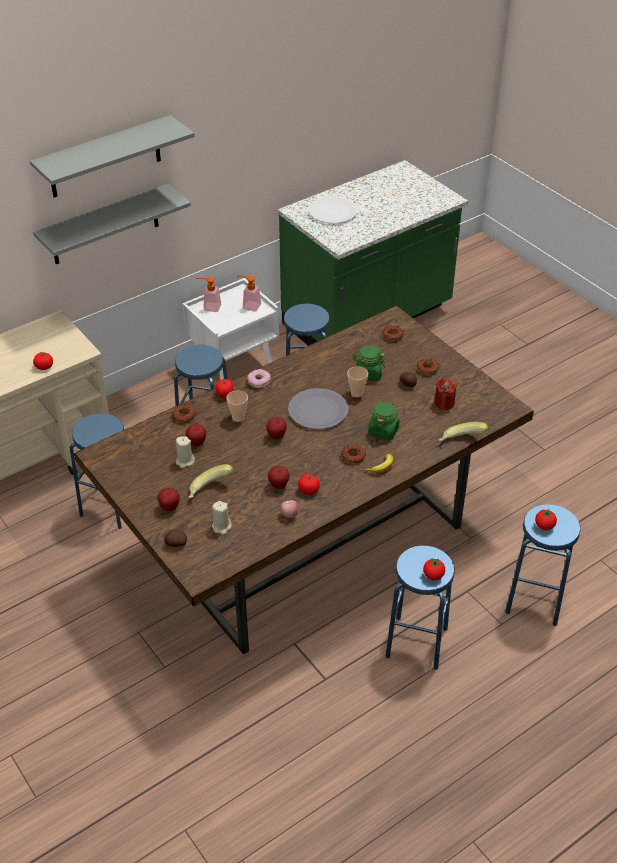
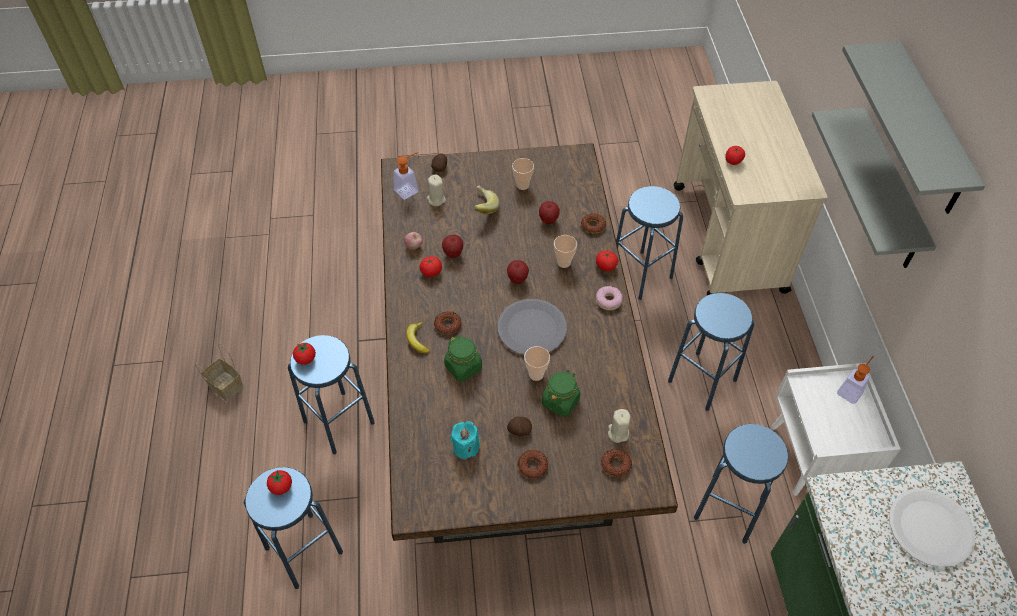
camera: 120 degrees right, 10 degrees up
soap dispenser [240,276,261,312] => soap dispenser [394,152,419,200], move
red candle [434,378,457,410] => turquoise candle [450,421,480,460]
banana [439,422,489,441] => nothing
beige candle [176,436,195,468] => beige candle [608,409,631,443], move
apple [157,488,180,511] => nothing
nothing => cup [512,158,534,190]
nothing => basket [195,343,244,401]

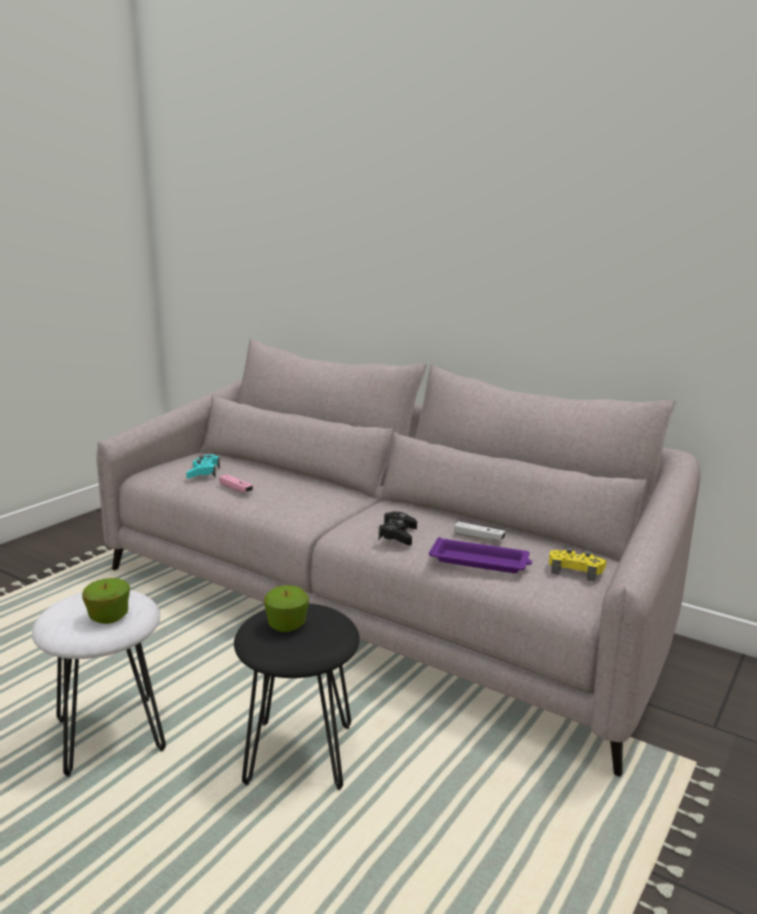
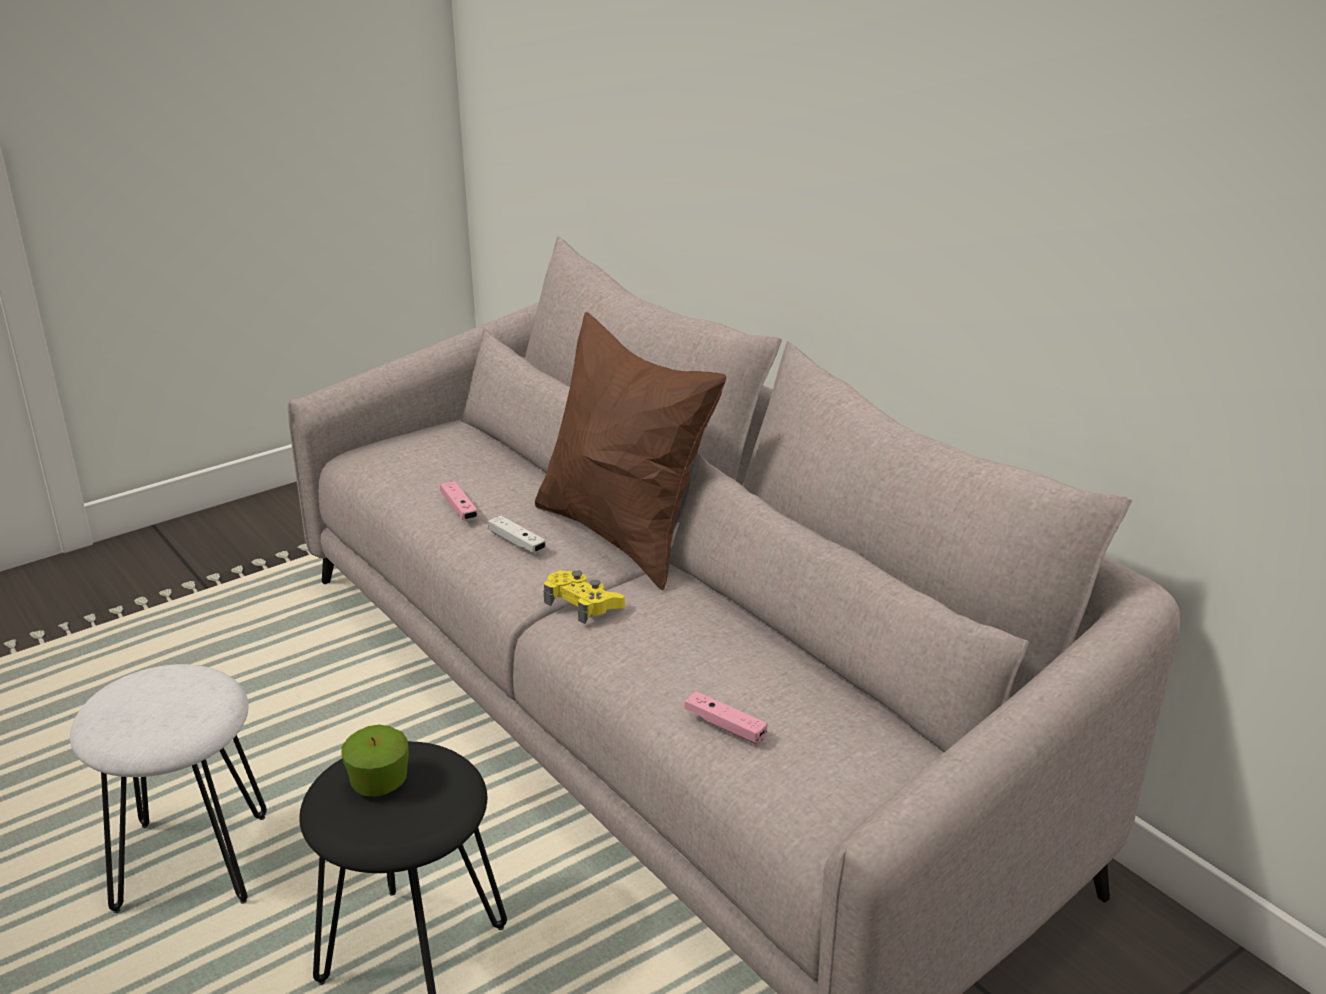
camera: 20 degrees right, 10 degrees up
turquoise game controller [186,455,220,479] => nothing
black game controller [378,511,417,546] => nothing
white game controller [454,522,505,541] => white game controller [488,515,546,553], move
purple tray [429,537,532,573] => pink game controller [685,691,767,744]
yellow game controller [549,547,607,582] => yellow game controller [544,570,625,624], move
apple [82,578,130,624] => nothing
nothing => brown pillow [535,312,726,590]

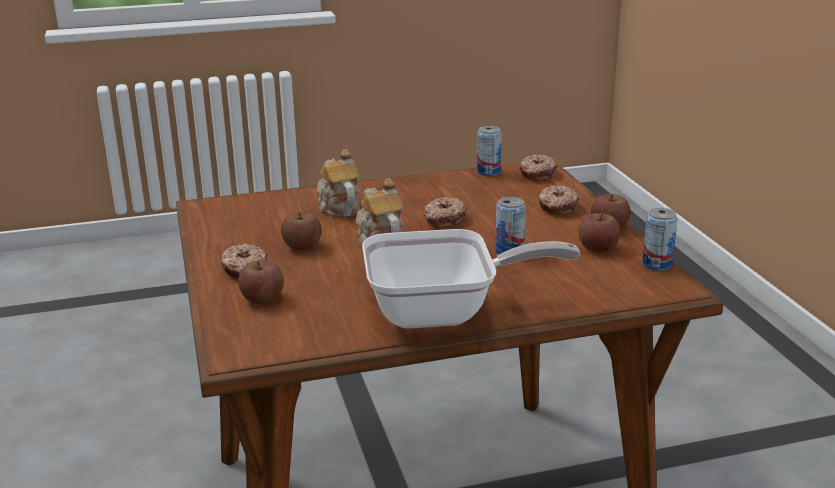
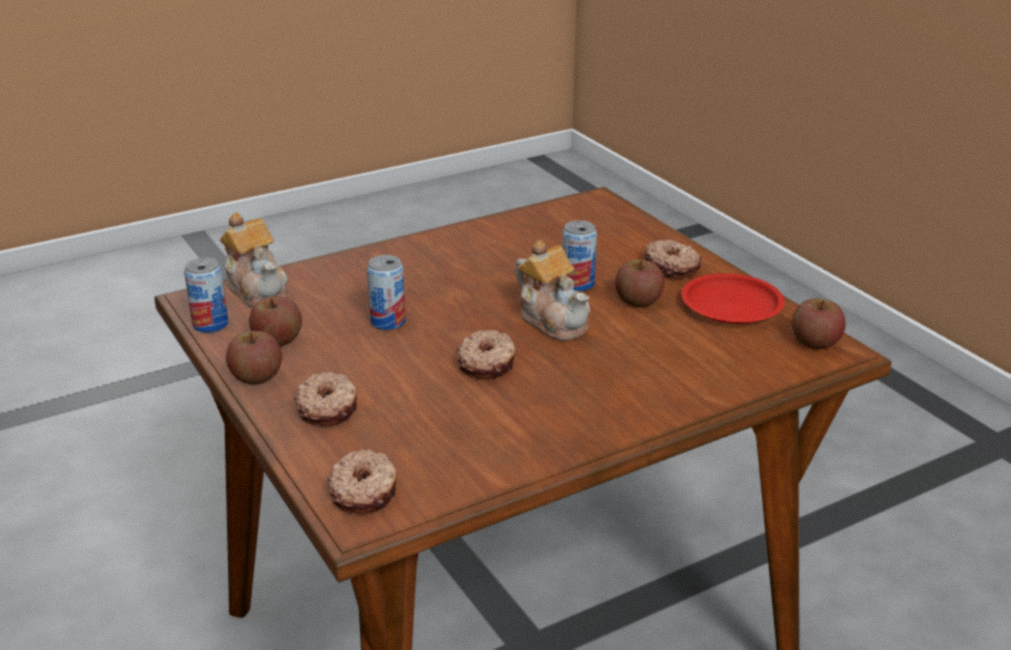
camera: 165 degrees right, 5 degrees up
can [477,126,502,176] => can [562,220,597,291], move
teapot [316,149,360,217] => teapot [220,212,288,307], move
frying pan [362,229,580,329] => nothing
apple [238,260,284,304] => apple [792,298,846,349], move
nothing => red plate [681,273,785,324]

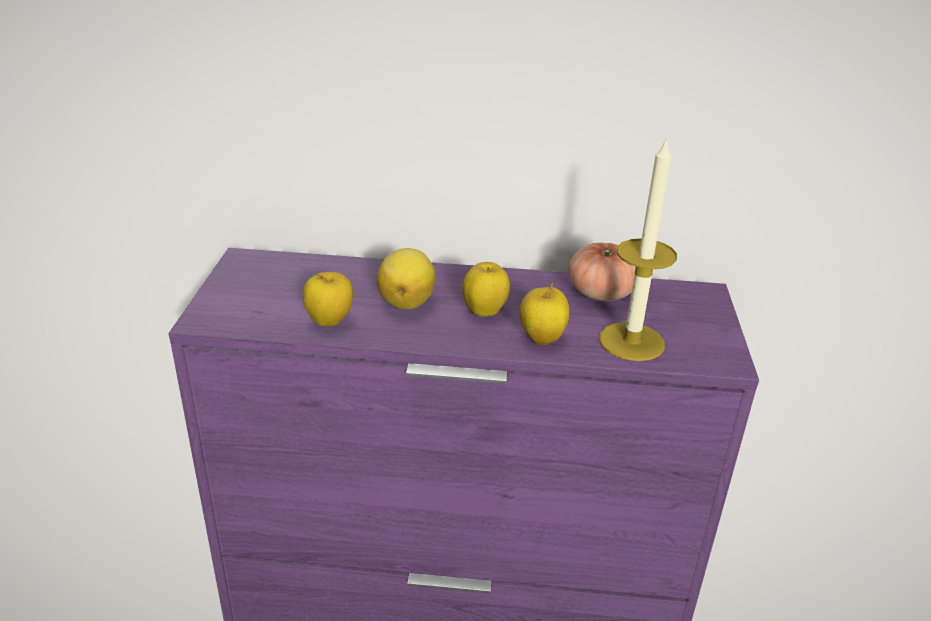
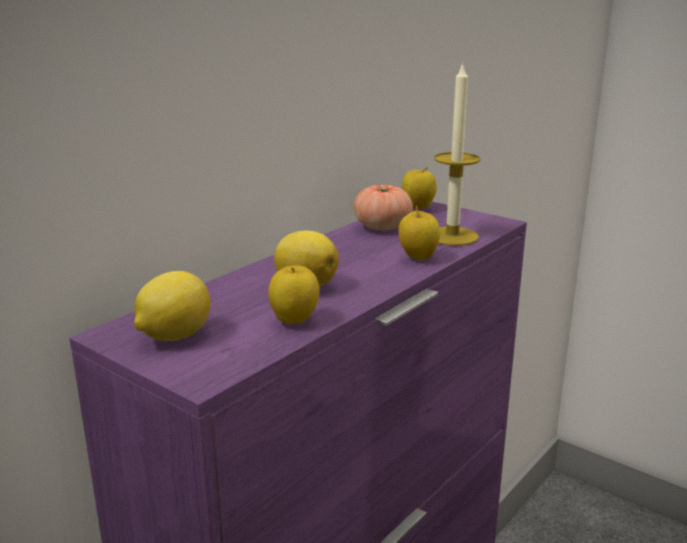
camera: 55 degrees left, 10 degrees down
apple [462,262,510,317] => apple [402,168,437,210], move
nothing => lemon [134,271,210,341]

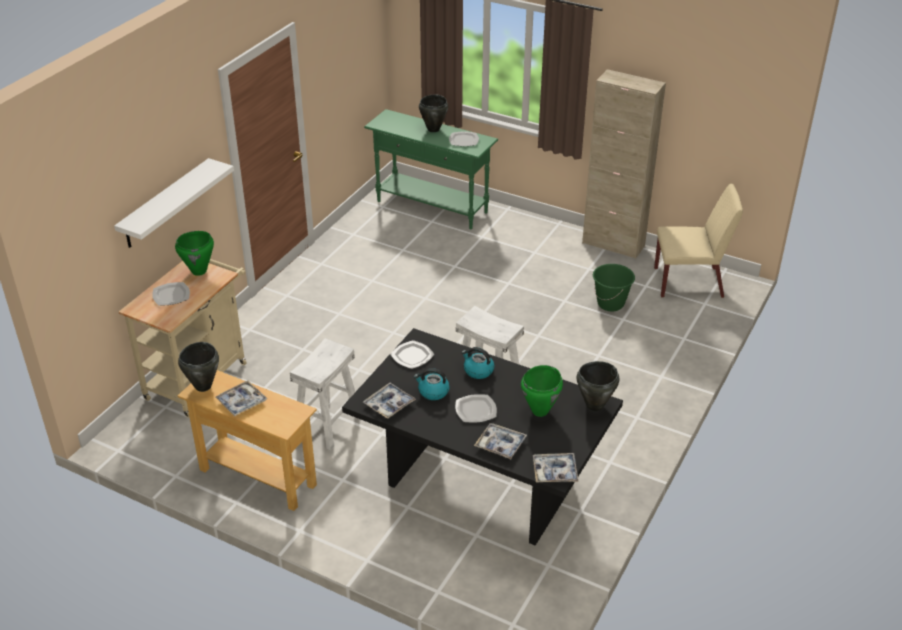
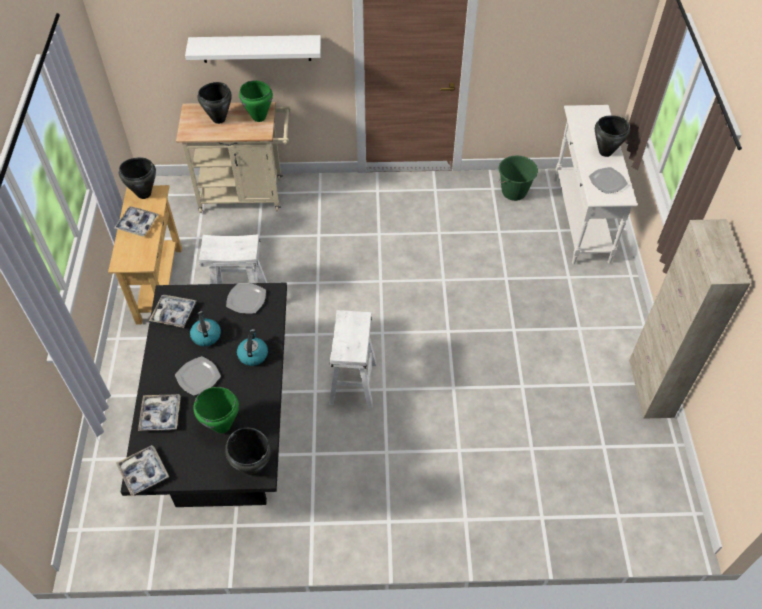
camera: 60 degrees right, 15 degrees up
green console table [364,109,498,229] => white console table [554,105,638,264]
beige chair [654,183,743,298] => nothing
green bucket [593,264,635,311] => green bucket [498,156,538,201], move
plate [152,282,190,306] => black cooking pot [198,82,232,124]

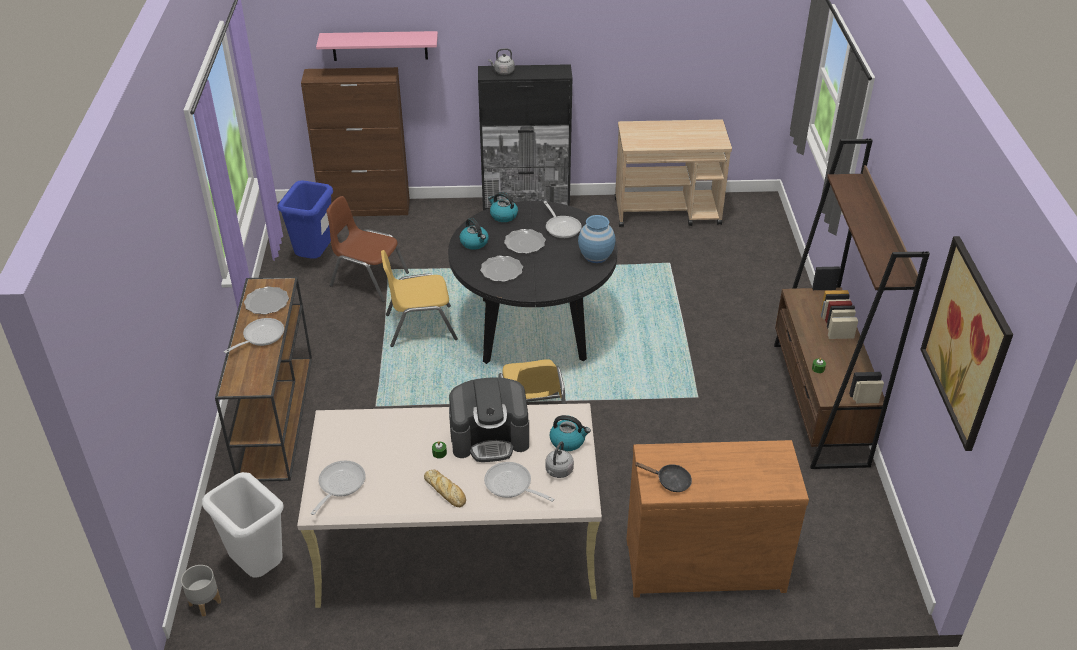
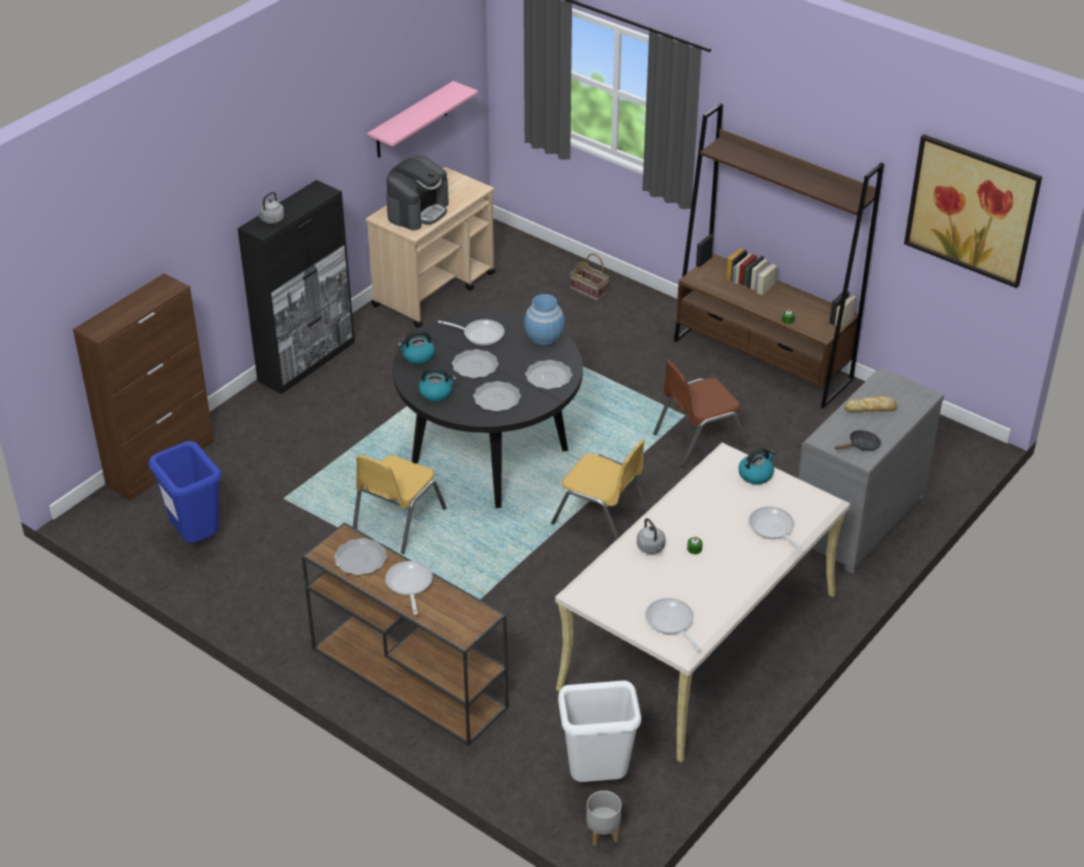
camera: 50 degrees left, 0 degrees up
pink shelf [316,31,438,61] => pink shelf [367,81,478,158], move
brown chair [327,196,409,302] => brown chair [653,360,747,467], move
coffee machine [449,377,529,462] => coffee machine [386,156,449,230], move
brown dresser [627,440,809,598] => grey dresser [798,367,944,574]
grey kettle [545,441,574,478] => grey kettle [637,518,665,554], move
frying pan [484,462,554,502] => frying pan [748,506,806,552], 75 degrees clockwise
bread [424,470,466,507] => bread [845,396,897,412], move
nothing => basket [570,253,609,302]
nothing => plate [525,360,573,389]

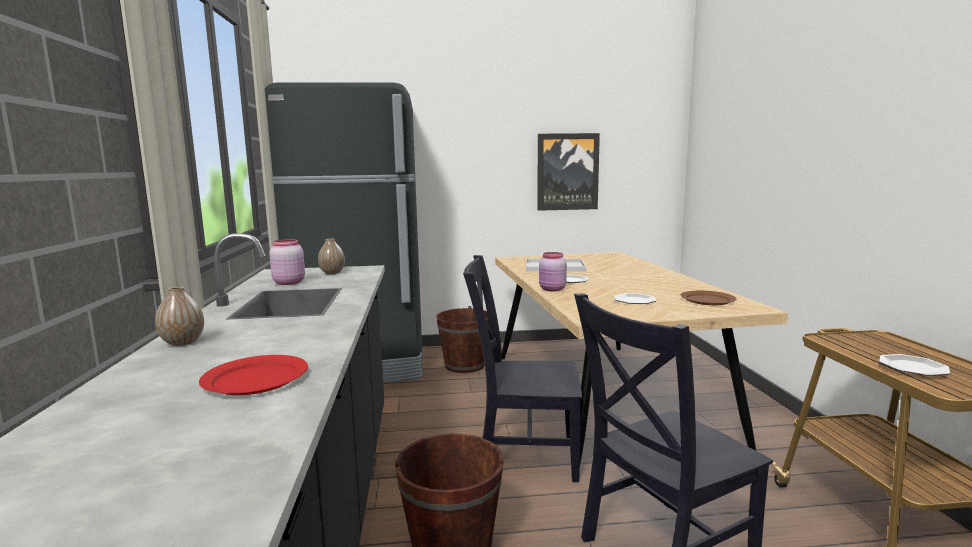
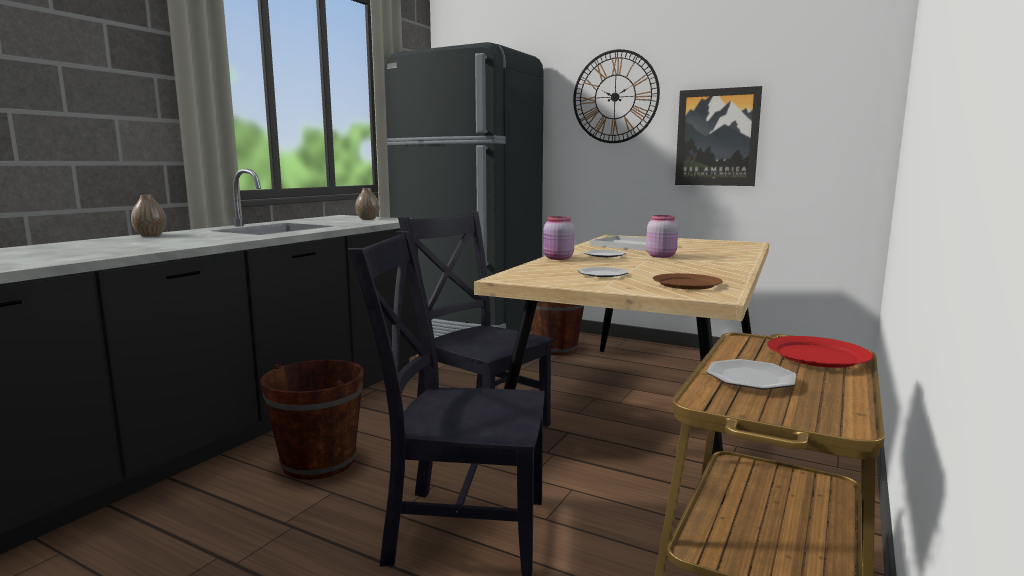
camera: 35 degrees right, 0 degrees up
pink jar [269,239,305,285] => pink jar [646,215,678,258], move
red plate [199,355,308,395] => red plate [767,336,873,368], move
nothing => wall clock [573,49,660,143]

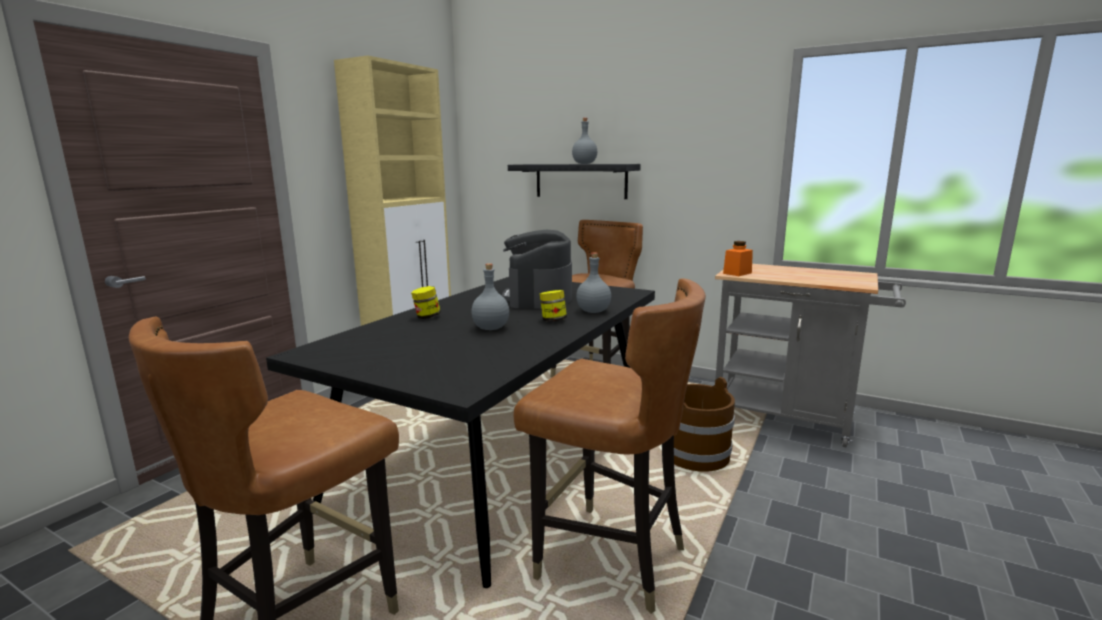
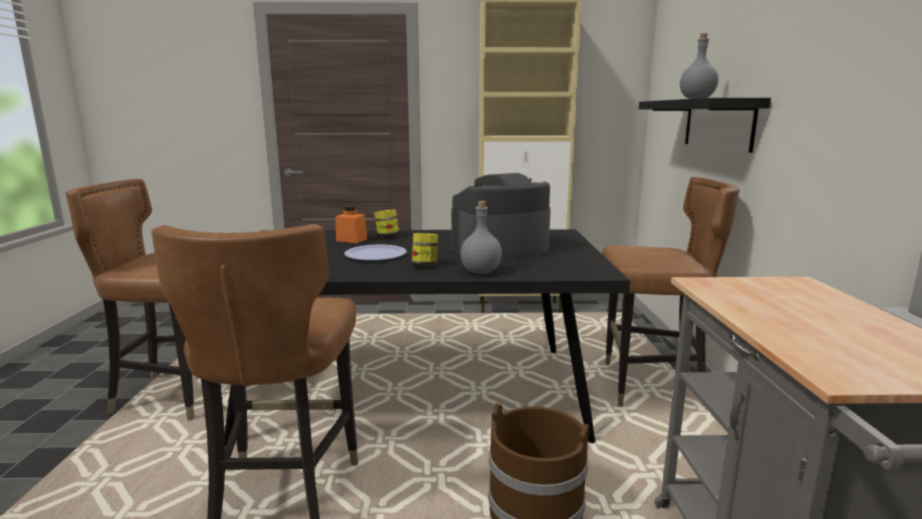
camera: 60 degrees right, 0 degrees up
orange jar [723,241,753,276] => orange jar [336,205,367,243], move
grey bottle [471,263,509,330] => plate [344,245,407,261]

